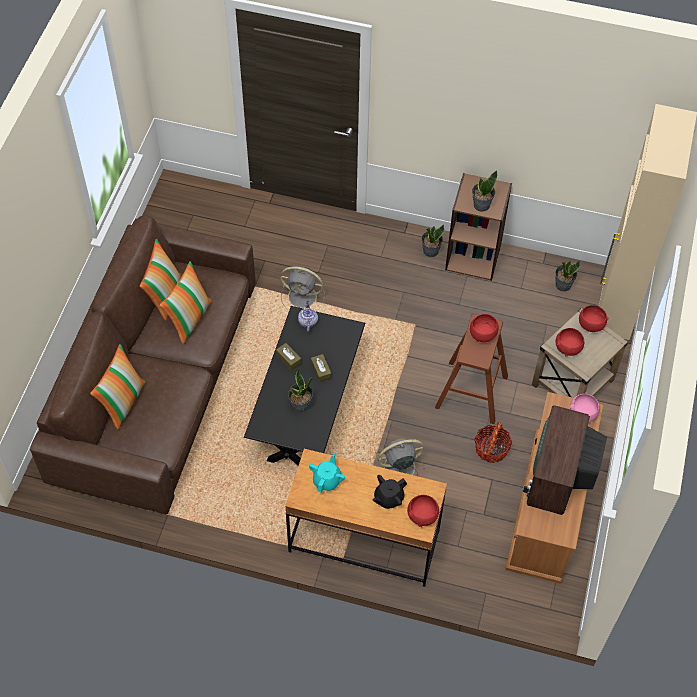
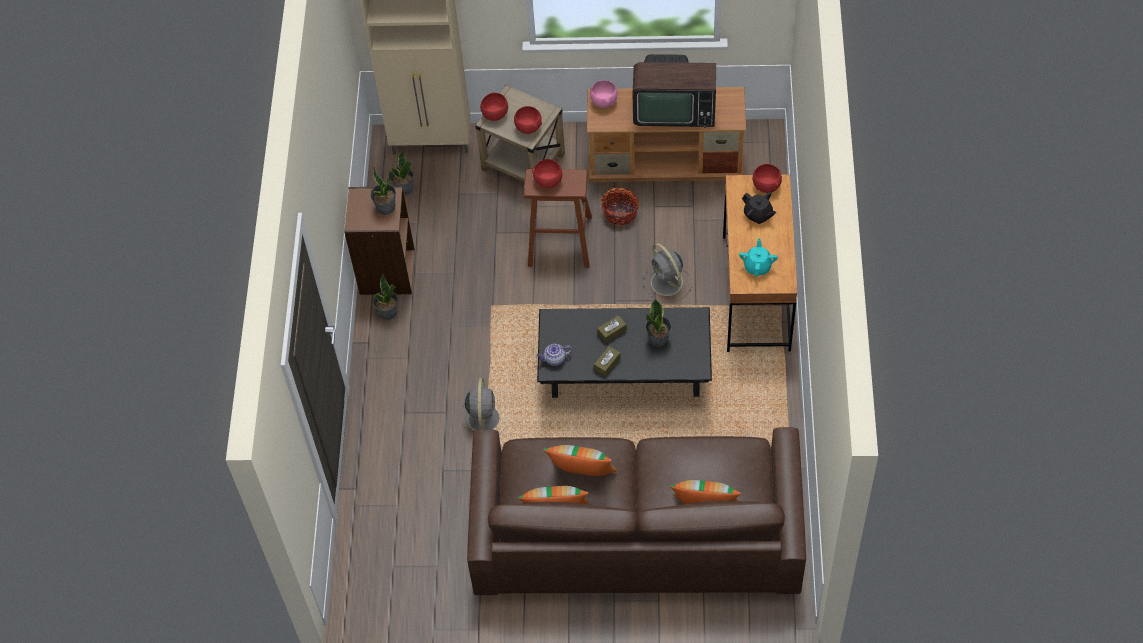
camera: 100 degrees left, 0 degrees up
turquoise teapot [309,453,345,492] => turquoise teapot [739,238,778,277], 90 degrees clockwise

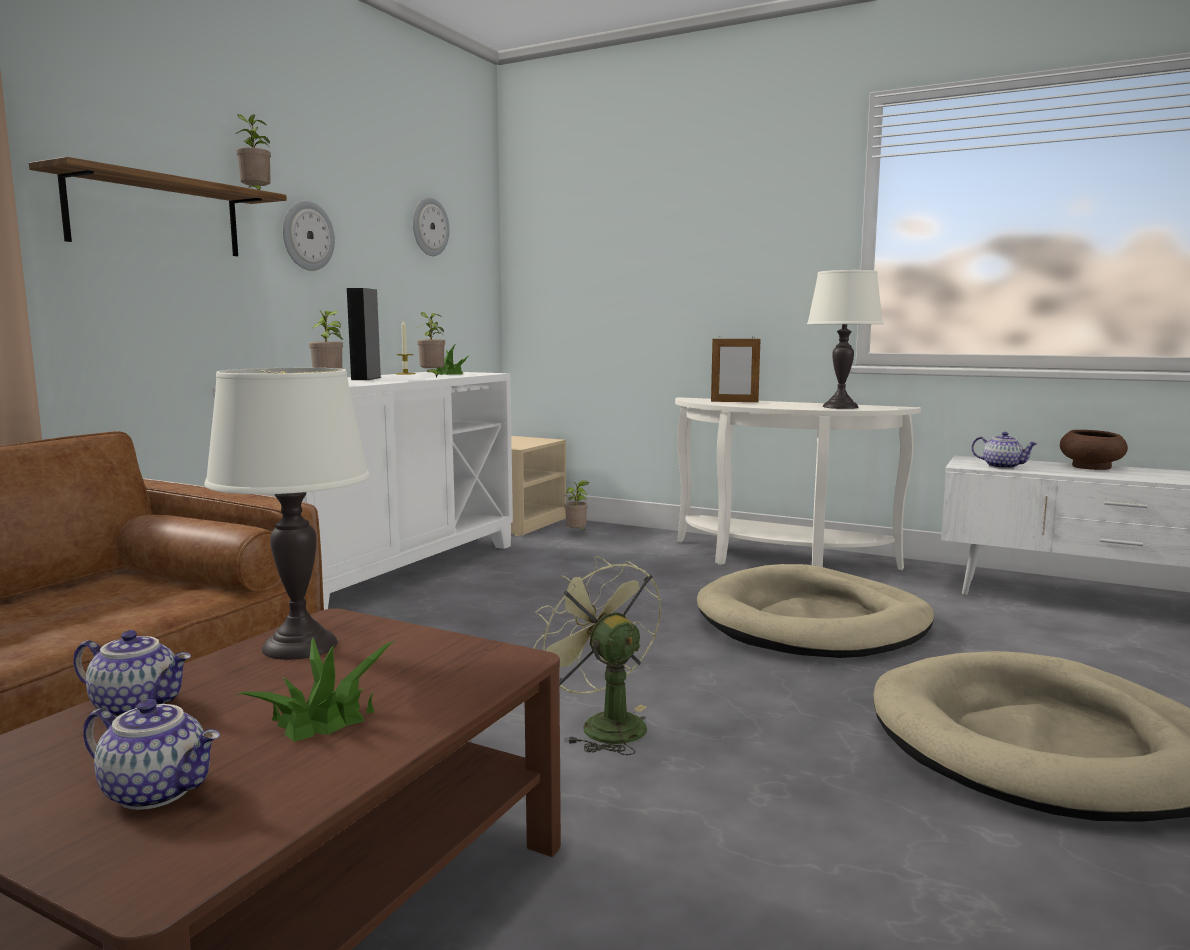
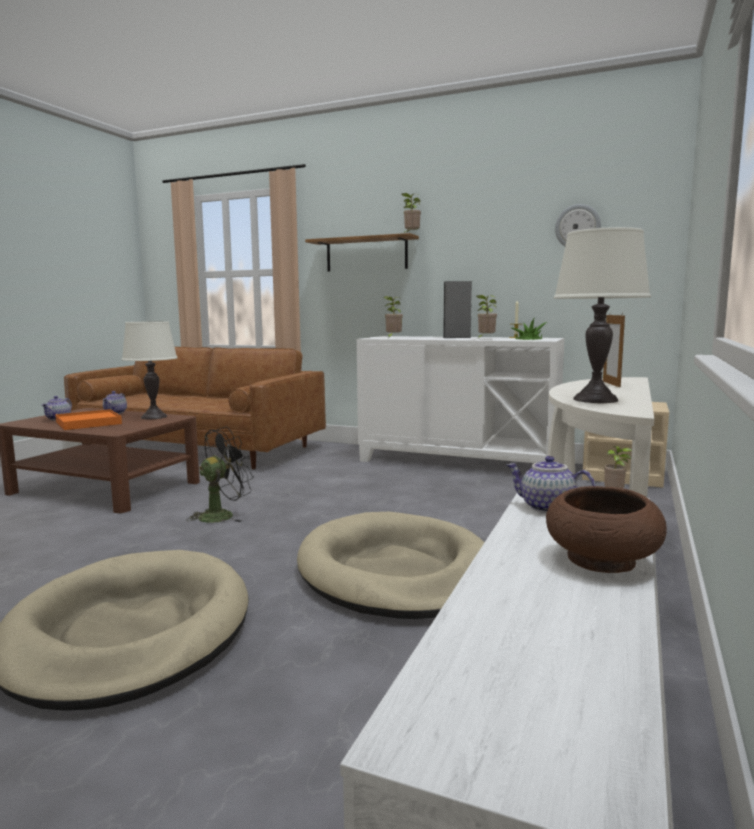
camera: 85 degrees right, 0 degrees up
wall clock [283,201,335,271] => nothing
teapot [971,432,1038,469] => teapot [506,456,596,513], 90 degrees clockwise
green fan [533,556,661,756] => black fan [186,427,254,523]
potted plant [235,638,395,742] => orange tray [55,409,122,430]

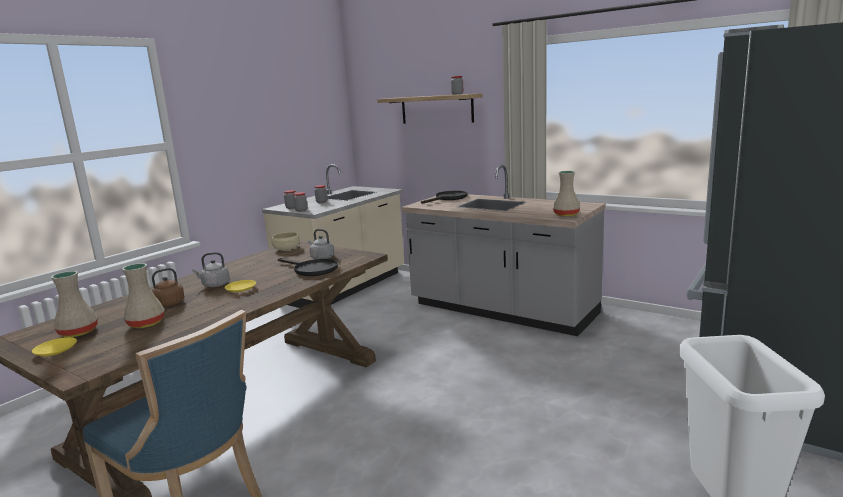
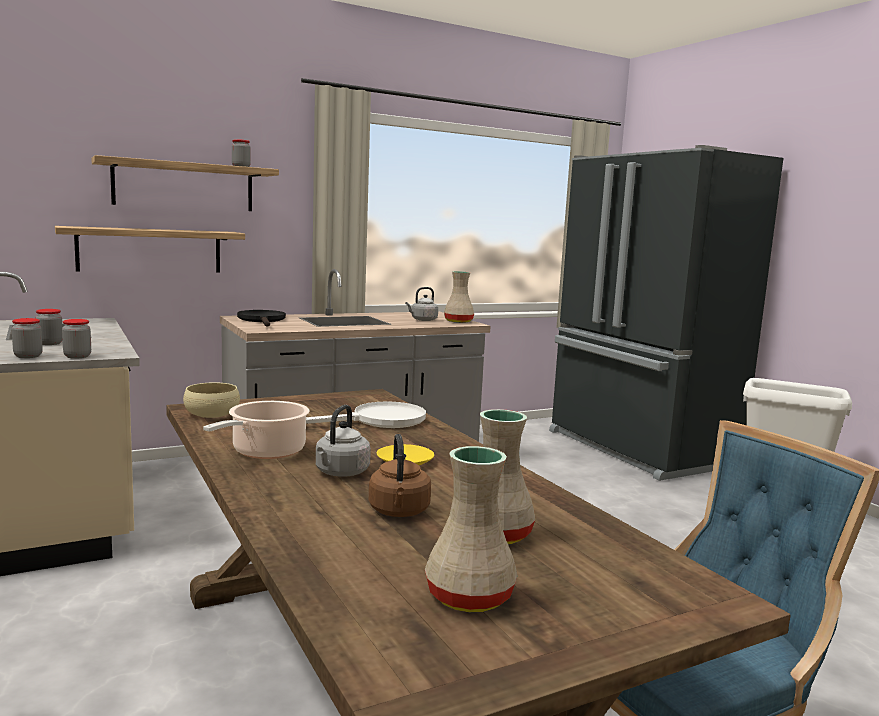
camera: 65 degrees left, 5 degrees down
grey kettle [308,229,335,259] => grey kettle [405,287,438,321], move
black frying pan [278,258,338,276] => white frying pan [306,401,426,428]
yellow plate [32,337,77,356] => nothing
nothing => shelf [55,226,245,273]
nothing => cooking pot [203,401,310,459]

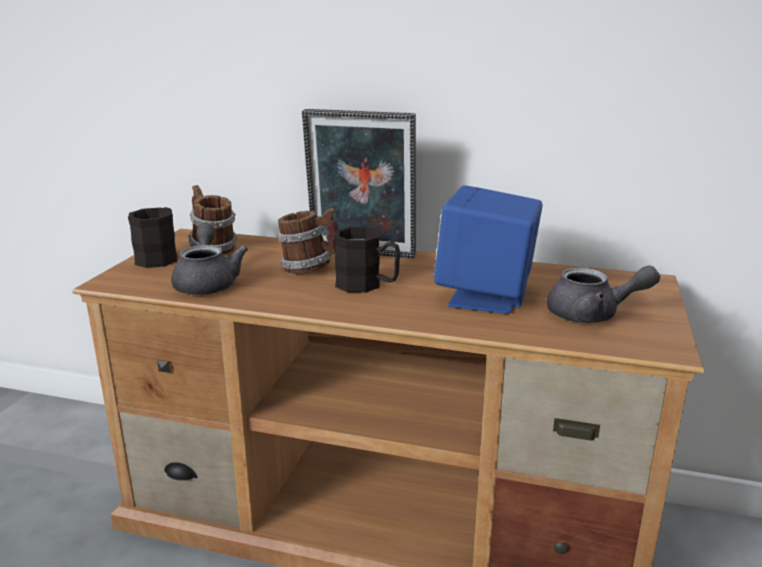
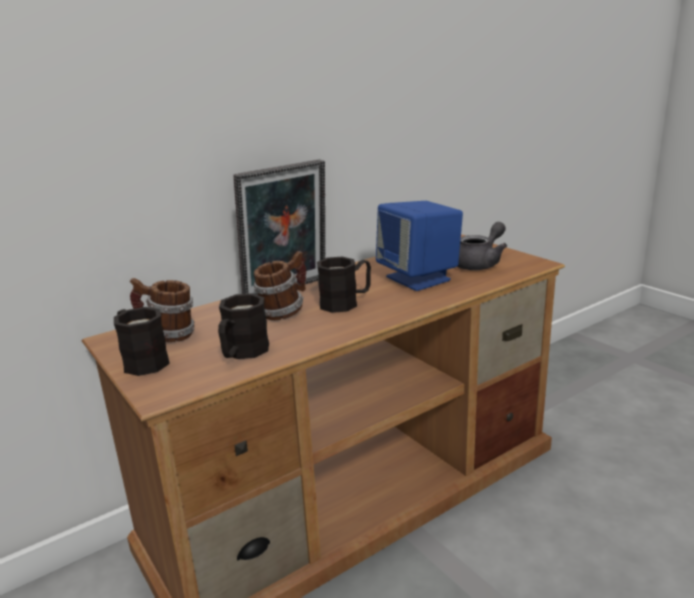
camera: 50 degrees left, 0 degrees up
grey teapot [171,223,248,295] => black mug [218,293,269,359]

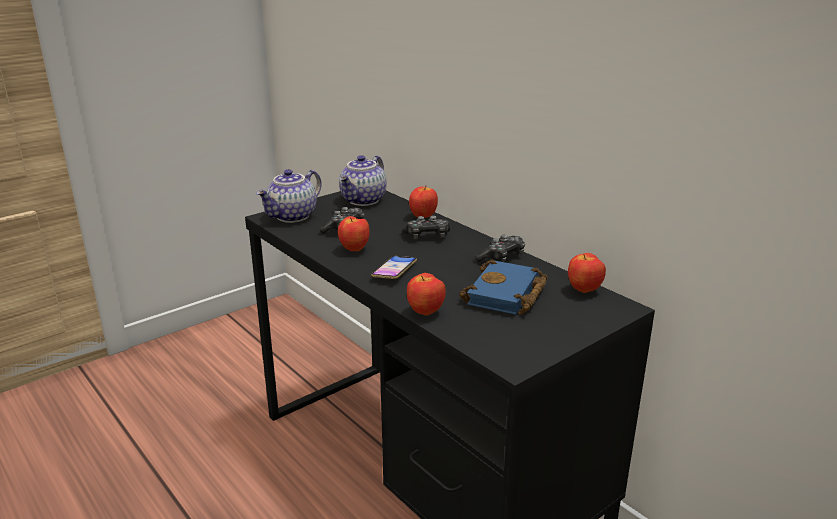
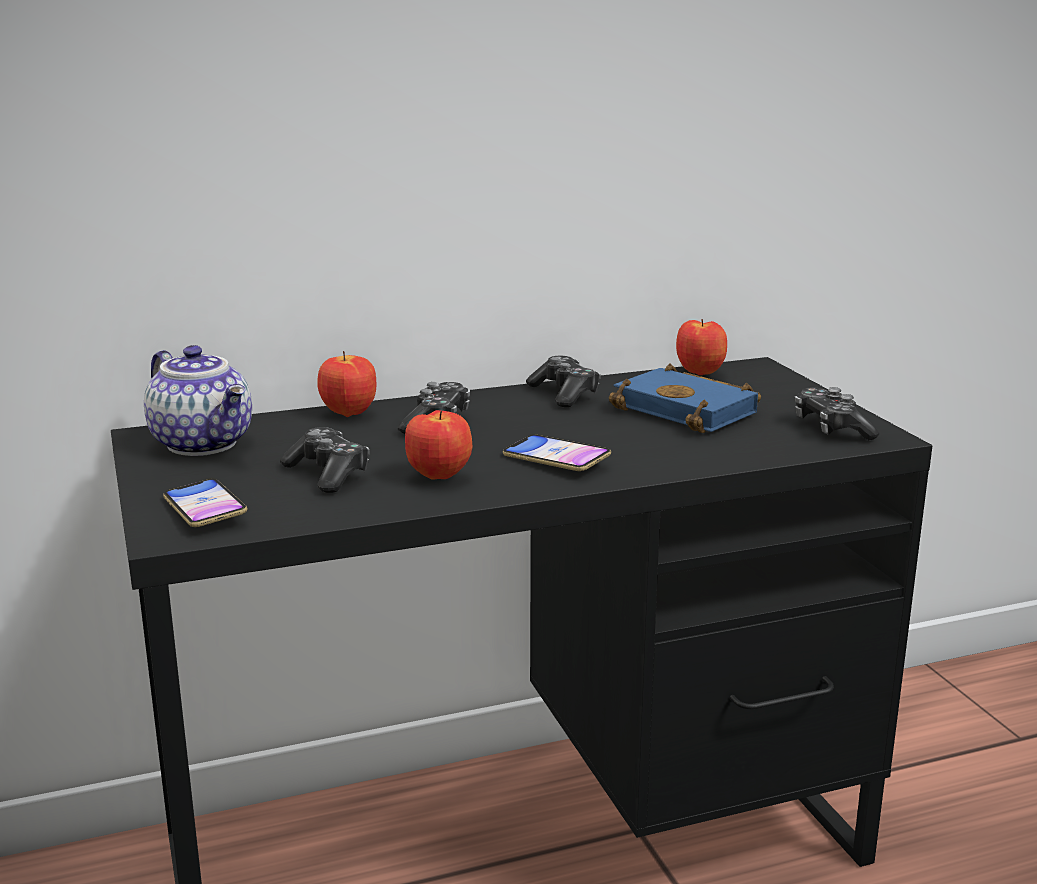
camera: 70 degrees left, 5 degrees down
teapot [256,169,322,223] => phone [163,479,247,527]
apple [407,273,446,316] => nothing
nothing => game controller [795,387,879,440]

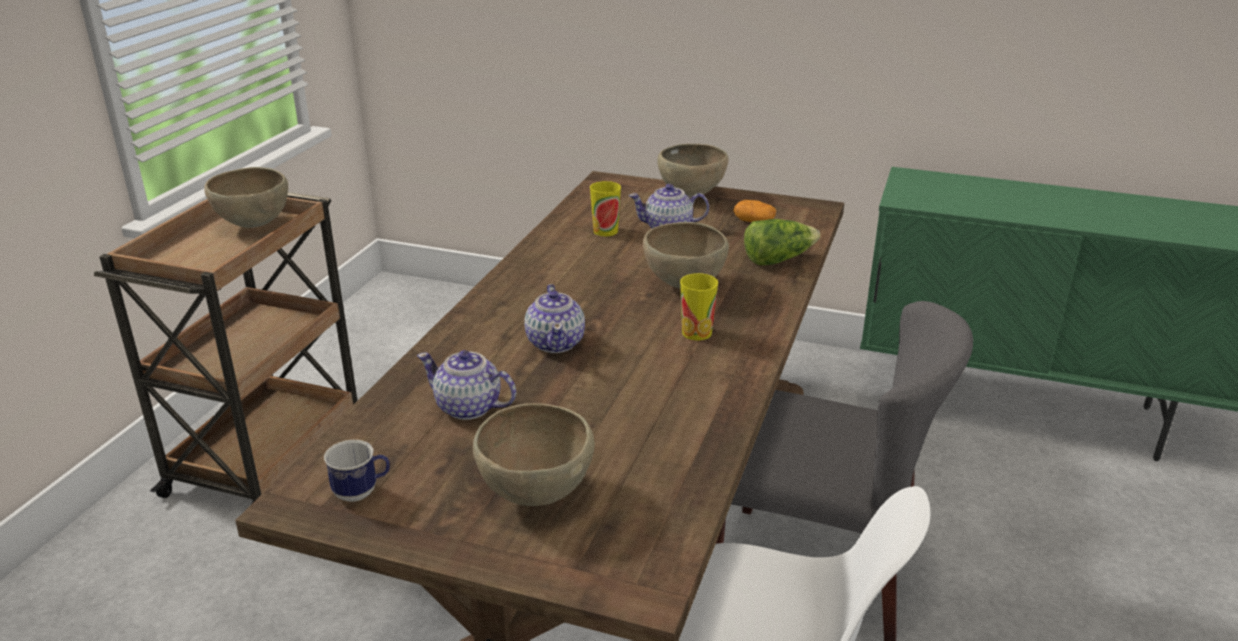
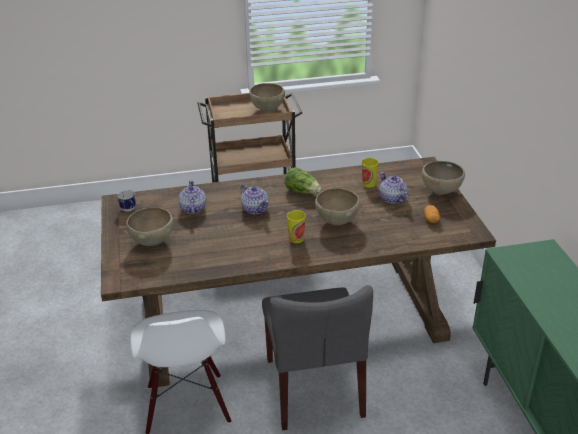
camera: 60 degrees right, 5 degrees up
lettuce [744,219,820,265] => lettuce [284,167,322,193], move
teapot [524,284,585,353] => teapot [240,184,269,214], 90 degrees counterclockwise

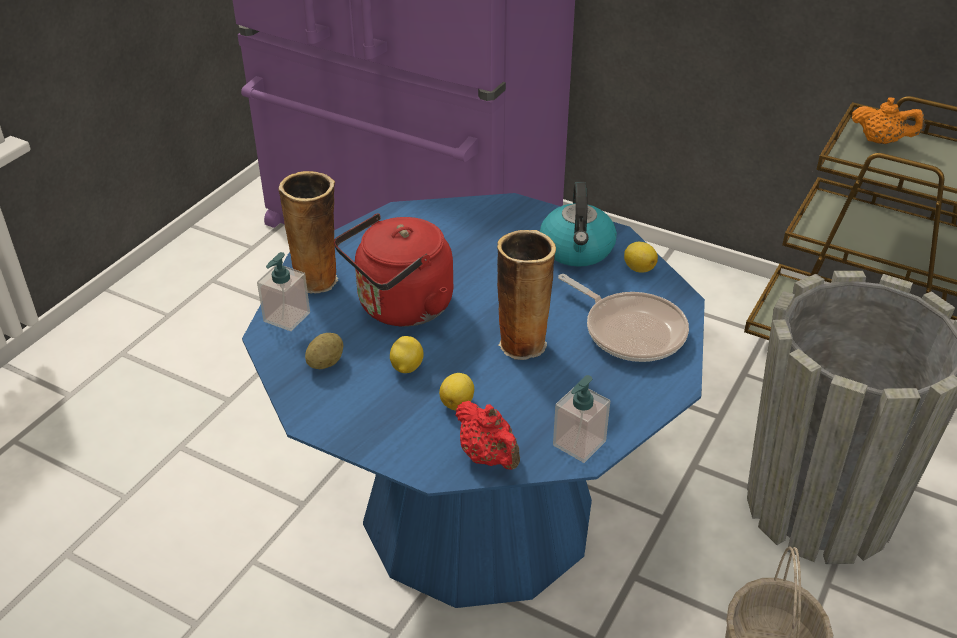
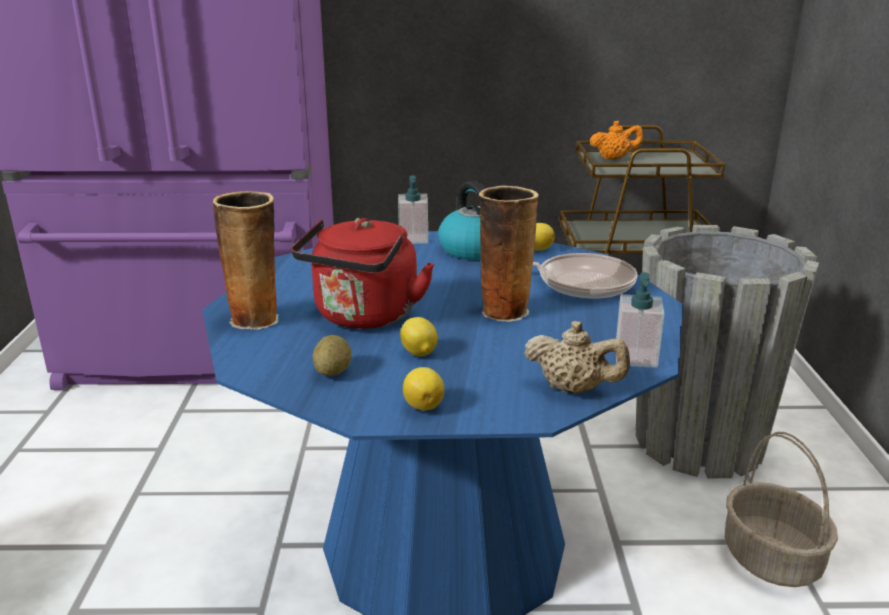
camera: 30 degrees left, 15 degrees down
soap dispenser [257,252,310,331] => soap dispenser [398,175,428,244], move
lemon [439,373,474,410] => lemon [403,367,444,411], move
red teapot [455,401,520,470] => beige teapot [524,321,630,394]

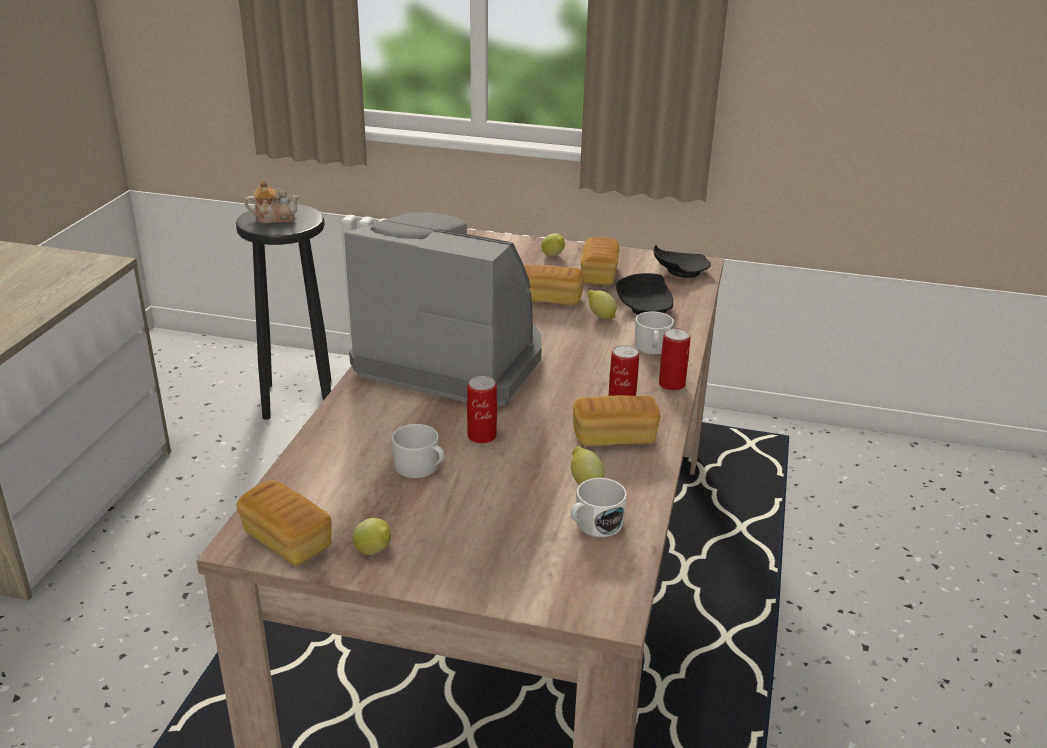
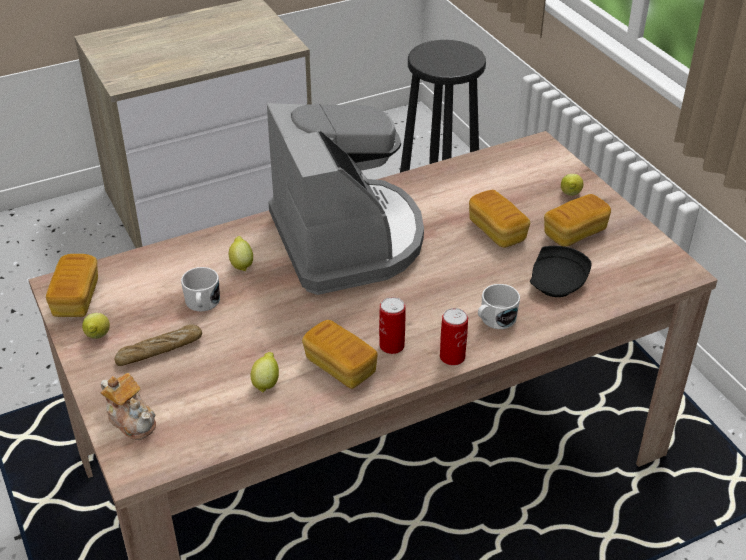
camera: 50 degrees right, 10 degrees up
teapot [244,180,299,223] => teapot [101,373,156,440], move
black plate [653,245,711,278] => nothing
lemon [588,290,617,320] => lemon [229,236,253,271], move
can [467,376,497,444] => nothing
white mug [571,478,627,537] => nothing
nothing => bread [114,324,202,366]

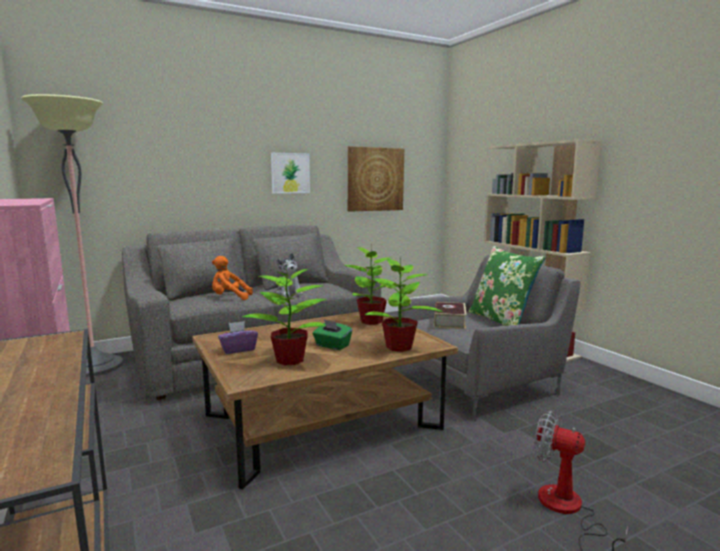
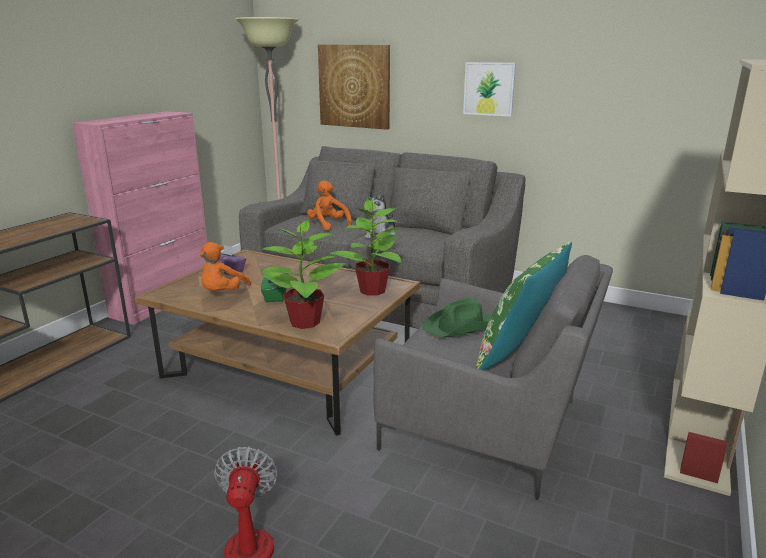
camera: 55 degrees right, 10 degrees up
picture [348,146,404,212] => picture [318,44,390,130], move
potted plant [242,266,326,365] => orange plush toy [200,242,251,291]
book [434,302,467,329] => green hat [422,298,491,338]

